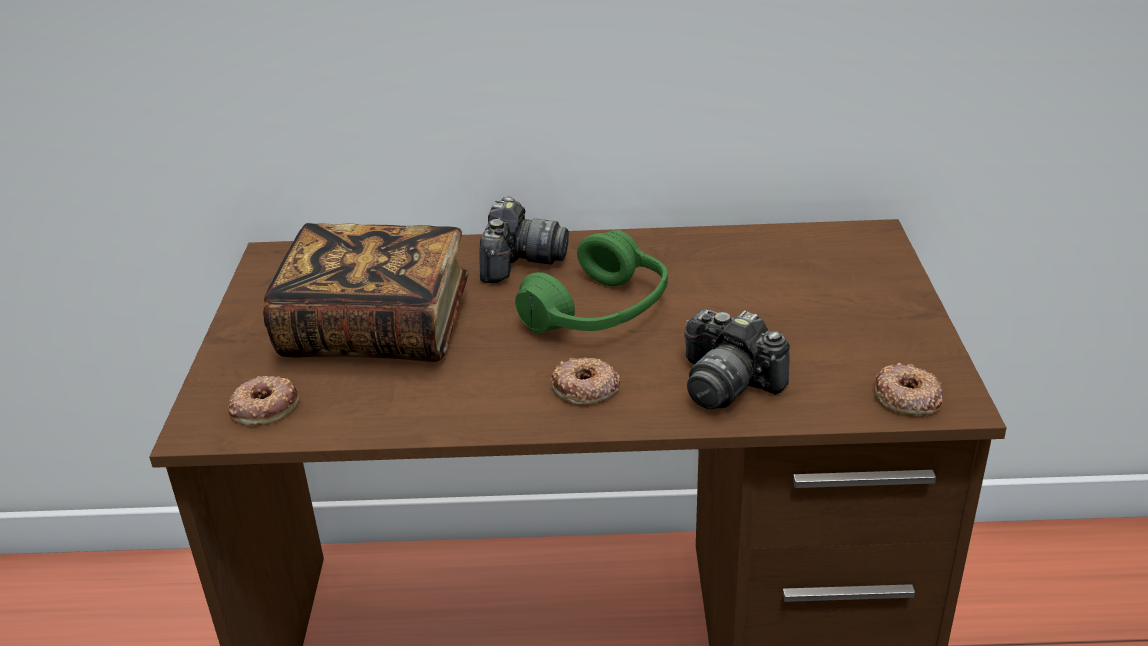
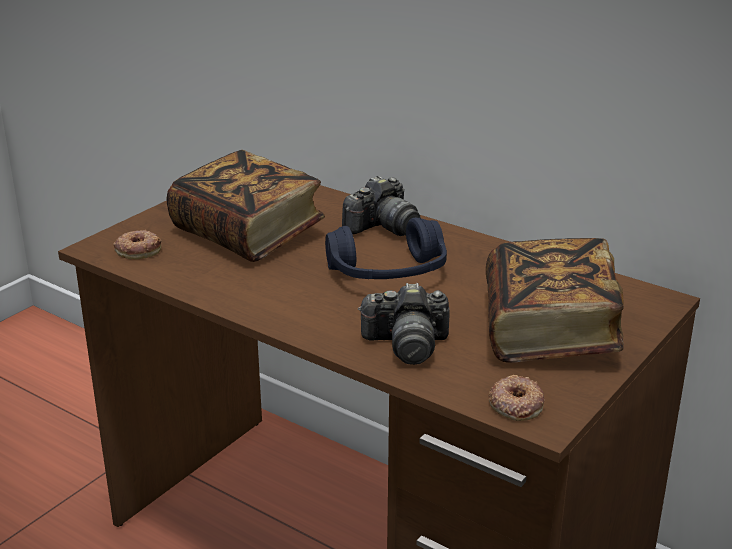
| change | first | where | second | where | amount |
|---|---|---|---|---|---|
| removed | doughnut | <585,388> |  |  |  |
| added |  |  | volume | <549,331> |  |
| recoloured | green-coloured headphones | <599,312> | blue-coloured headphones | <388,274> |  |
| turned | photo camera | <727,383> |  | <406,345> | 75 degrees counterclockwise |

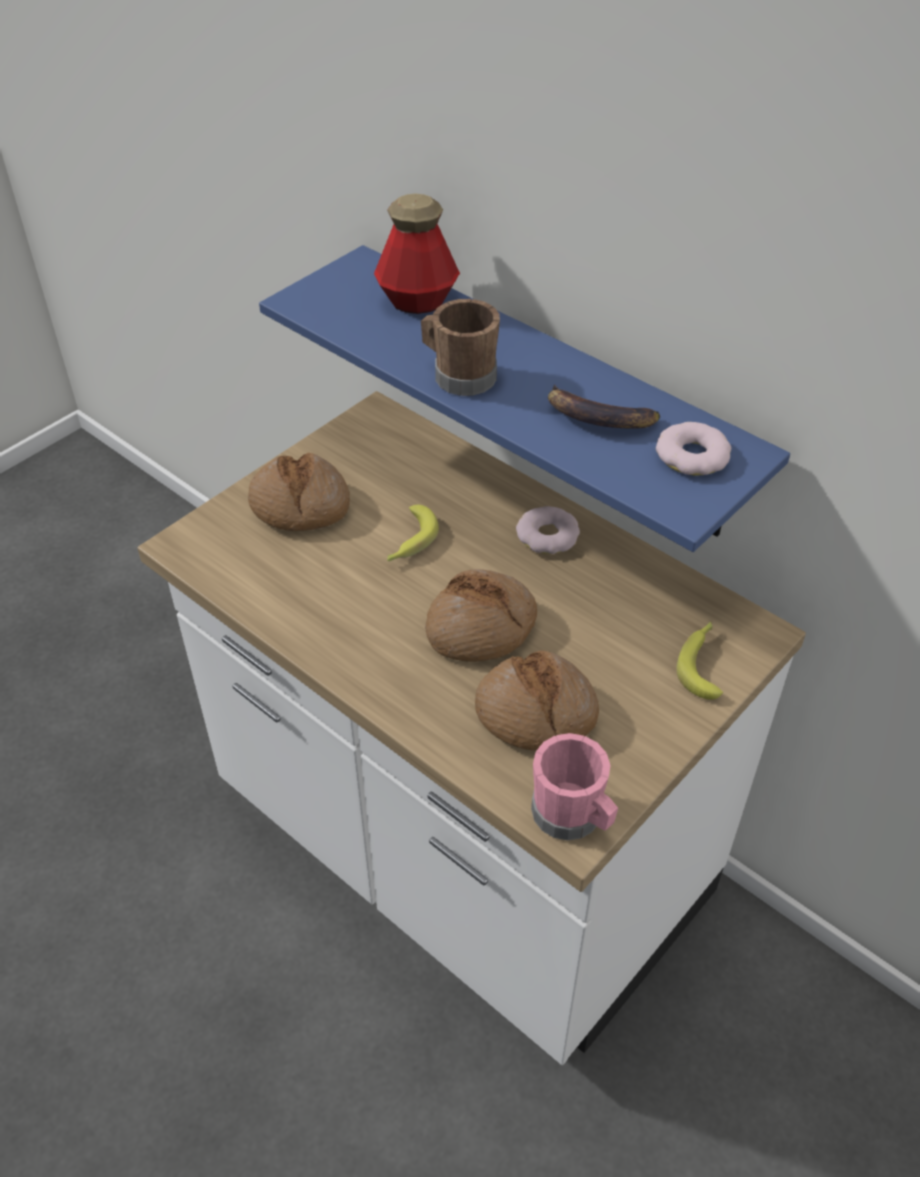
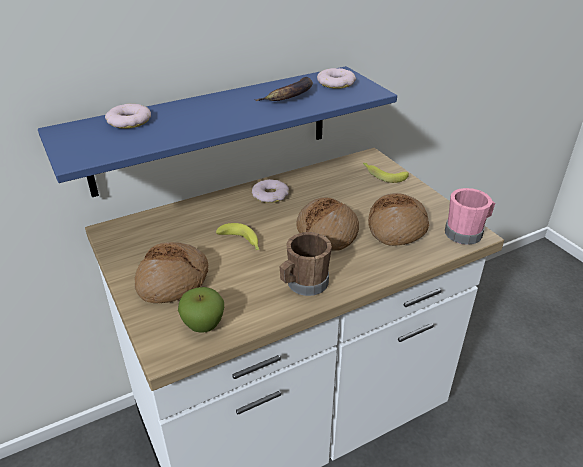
| change | first | where | second | where | amount |
|---|---|---|---|---|---|
| added |  |  | apple fruit | <203,325> |  |
| moved | brown coffee mug | <459,375> |  | <303,284> |  |
| replaced | beverage bottle | <417,301> | doughnut | <129,121> |  |

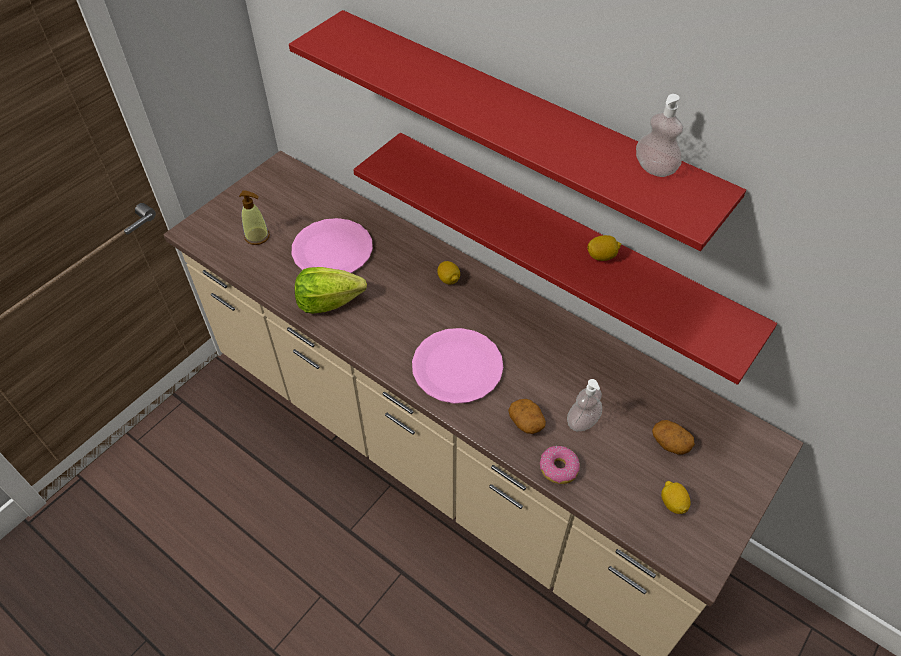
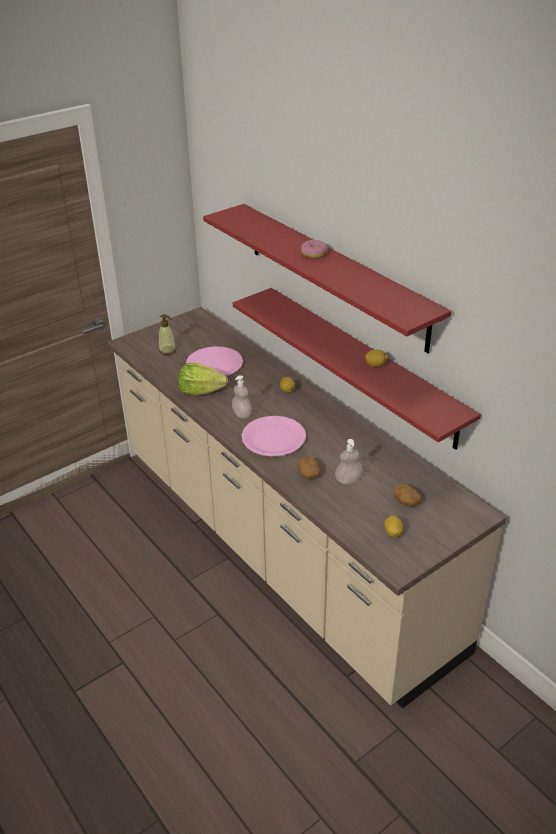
| change | first | where | second | where | amount |
|---|---|---|---|---|---|
| moved | doughnut | <558,468> |  | <314,253> |  |
| moved | liquid soap bottle | <654,168> |  | <242,414> |  |

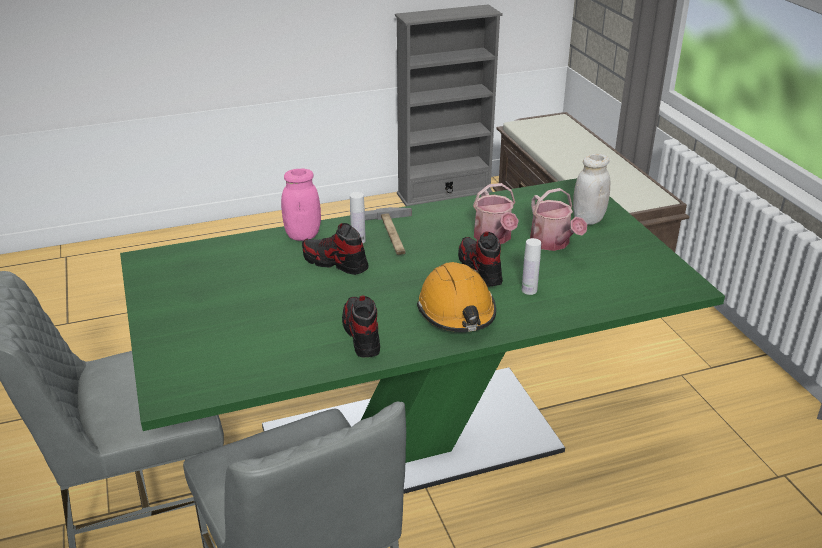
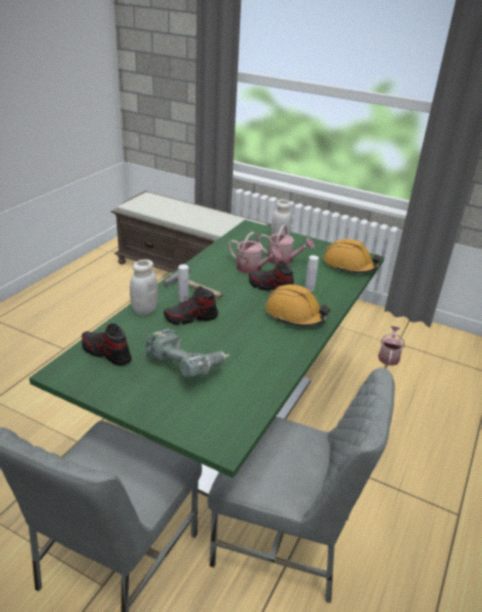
| change | first | where | second | where | amount |
|---|---|---|---|---|---|
| removed | gray bookcase | <444,193> |  |  |  |
| added |  |  | drill | <186,365> |  |
| added |  |  | orangey hard hat | <349,265> |  |
| added |  |  | sprinkling can | <389,356> |  |
| moved | low shoe | <361,334> |  | <106,353> |  |
| recoloured | pink-coloured preserve jar | <303,235> | white-coloured preserve jar | <144,310> |  |

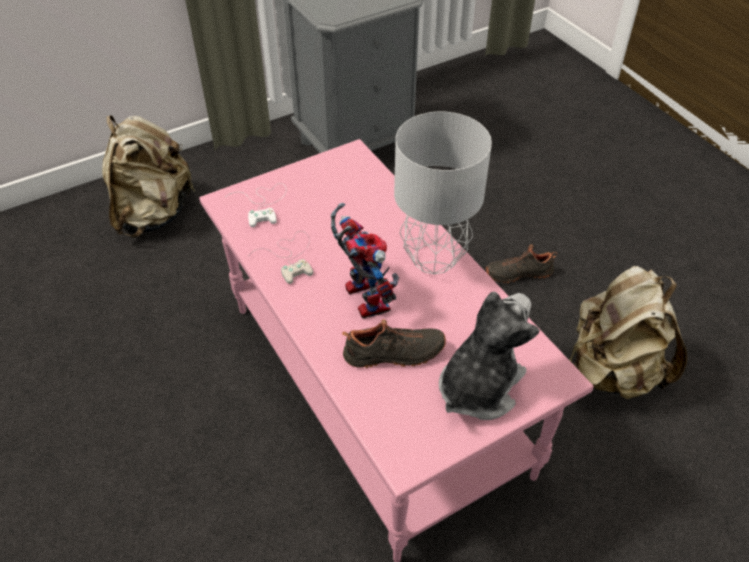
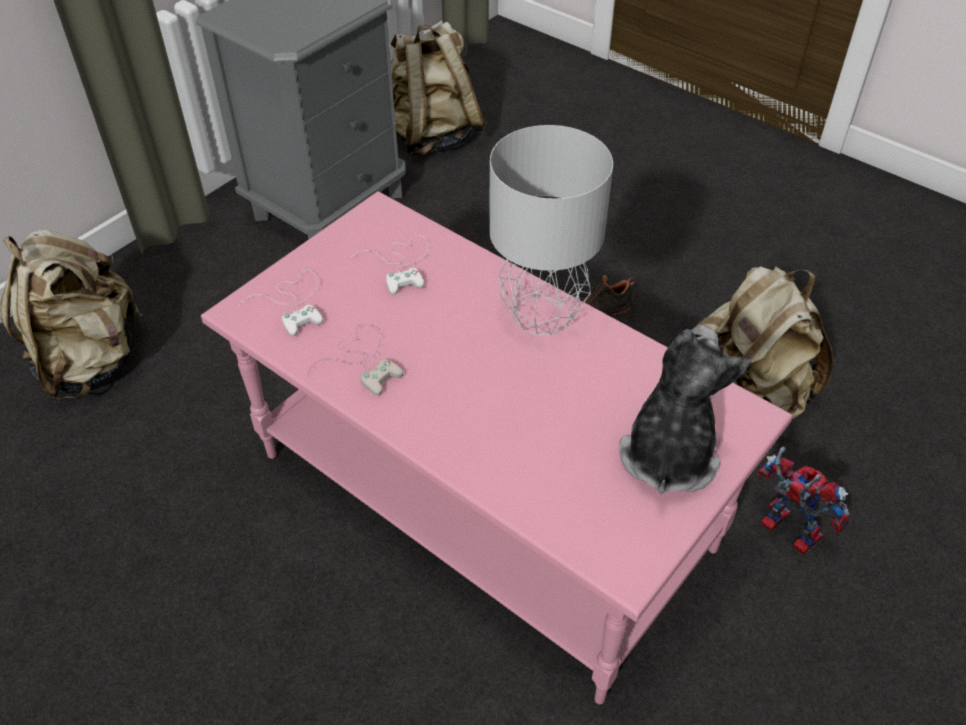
| change | first | where | second | where | amount |
|---|---|---|---|---|---|
| removed | black low shoe | <394,355> |  |  |  |
| added |  |  | white-coloured gamepad | <401,264> |  |
| added |  |  | beige backpack | <430,136> |  |
| moved | toy robot | <361,296> |  | <783,529> |  |

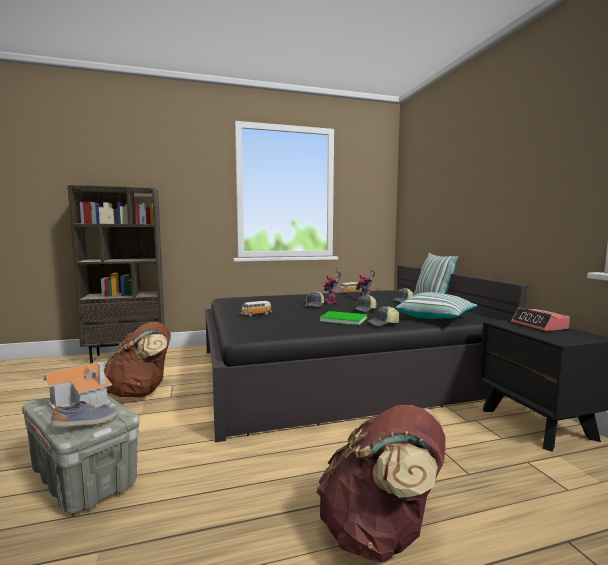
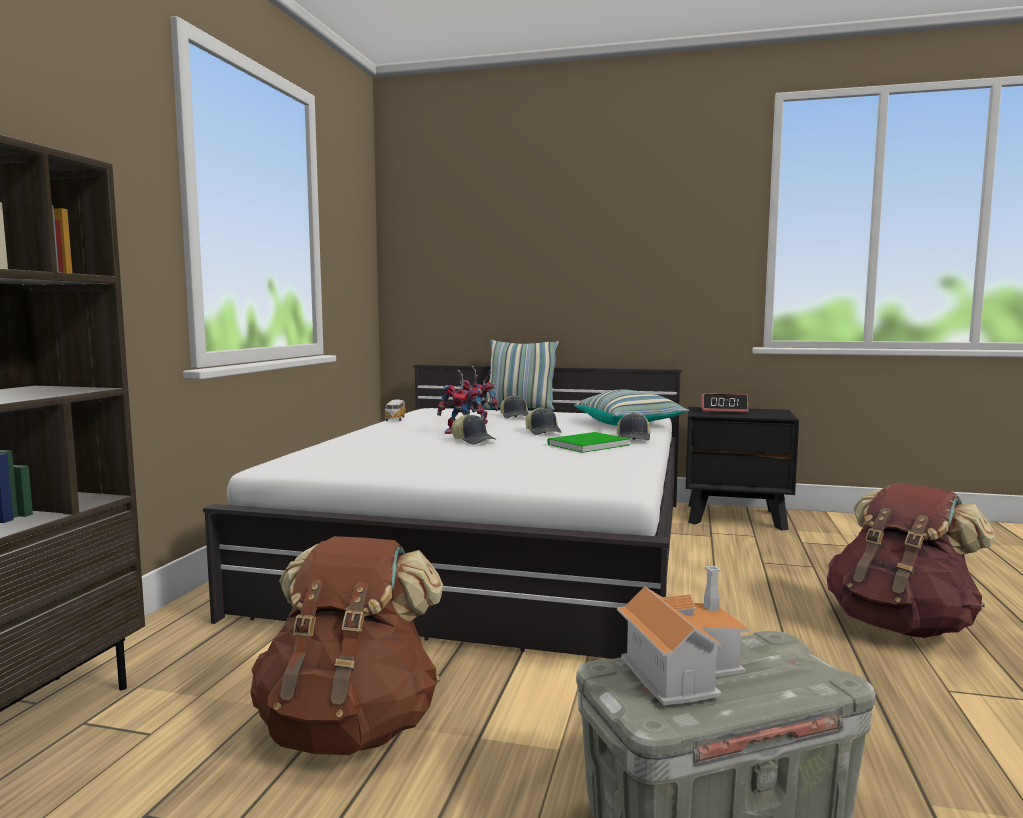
| change | first | where | second | where | amount |
|---|---|---|---|---|---|
| removed | low shoe | <86,424> |  |  |  |
| removed | toy car | <256,315> |  |  |  |
| recoloured | black sleeping bed | <339,371> | white-coloured sleeping bed | <500,549> |  |

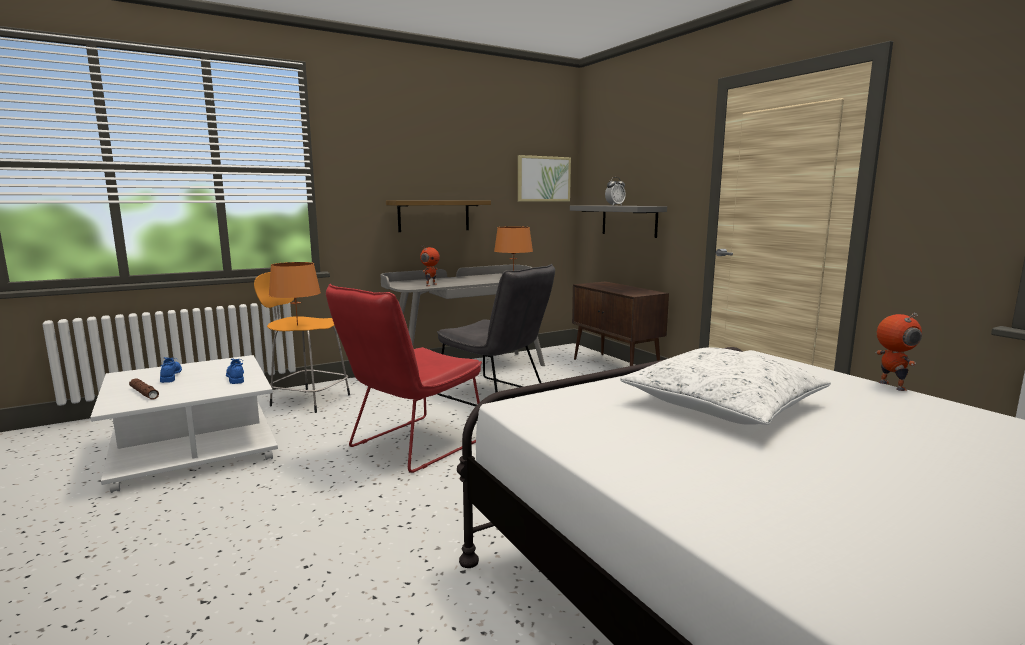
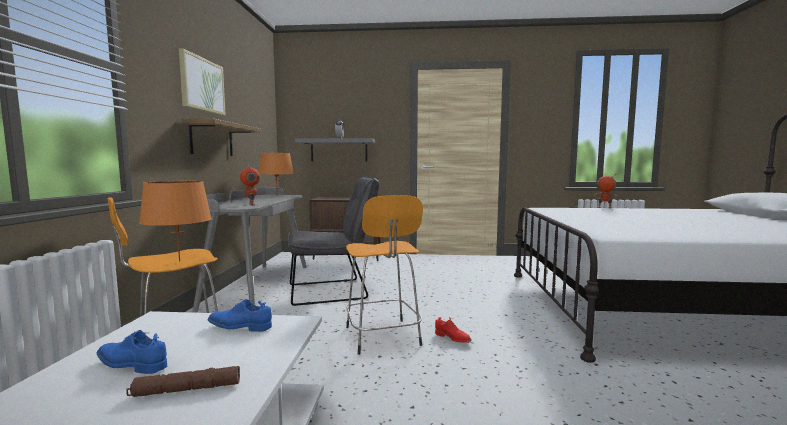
| change | first | where | second | where | amount |
|---|---|---|---|---|---|
| removed | white-coloured pillow | <723,404> |  |  |  |
| added |  |  | red-coloured low shoe | <452,338> |  |
| moved | wall picture | <543,179> |  | <202,85> |  |
| replaced | red-coloured upright chair | <410,446> | orangey stool | <383,337> |  |

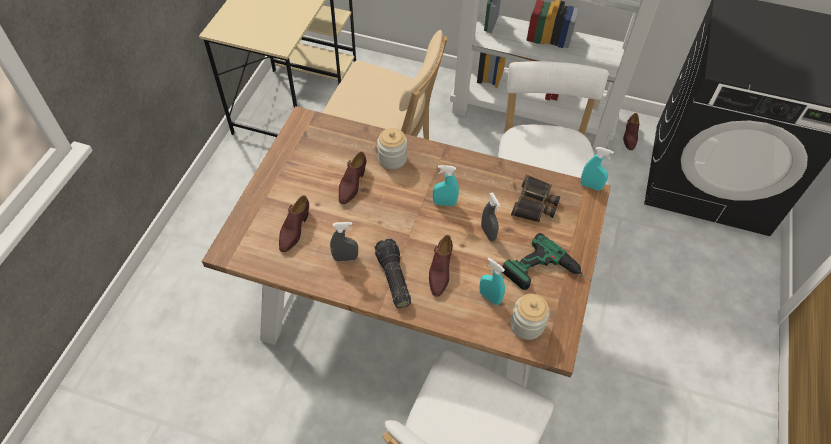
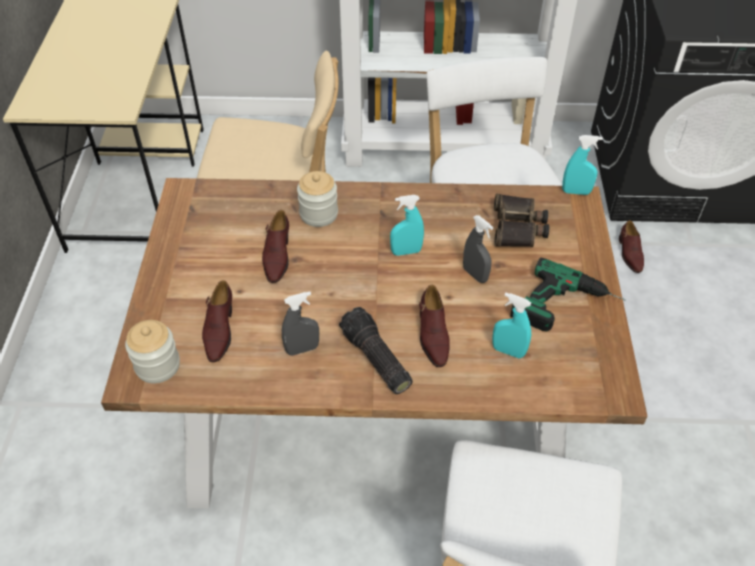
| change | first | where | second | where | amount |
|---|---|---|---|---|---|
| moved | preserve jar | <527,325> |  | <157,365> |  |
| moved | brown low shoe | <629,136> |  | <629,254> |  |

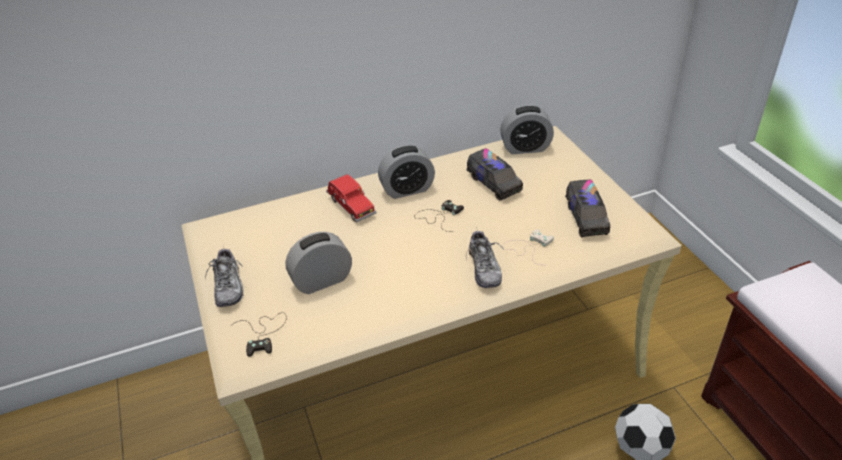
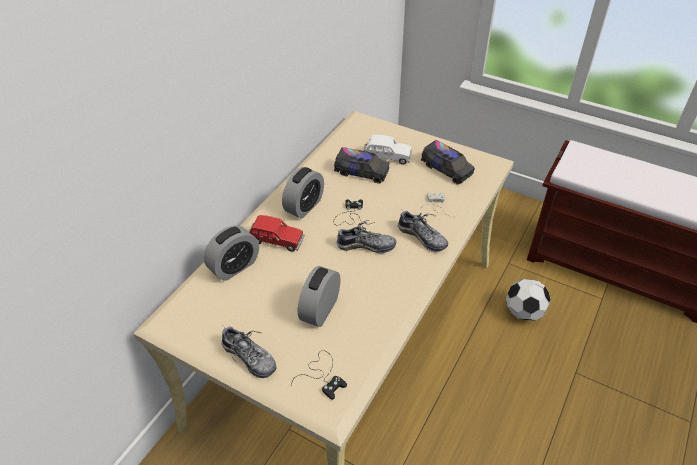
| change | first | where | second | where | amount |
|---|---|---|---|---|---|
| added |  |  | low shoe | <366,246> |  |
| added |  |  | white-coloured toy car | <386,157> |  |
| moved | bedside clock | <525,148> |  | <234,267> |  |

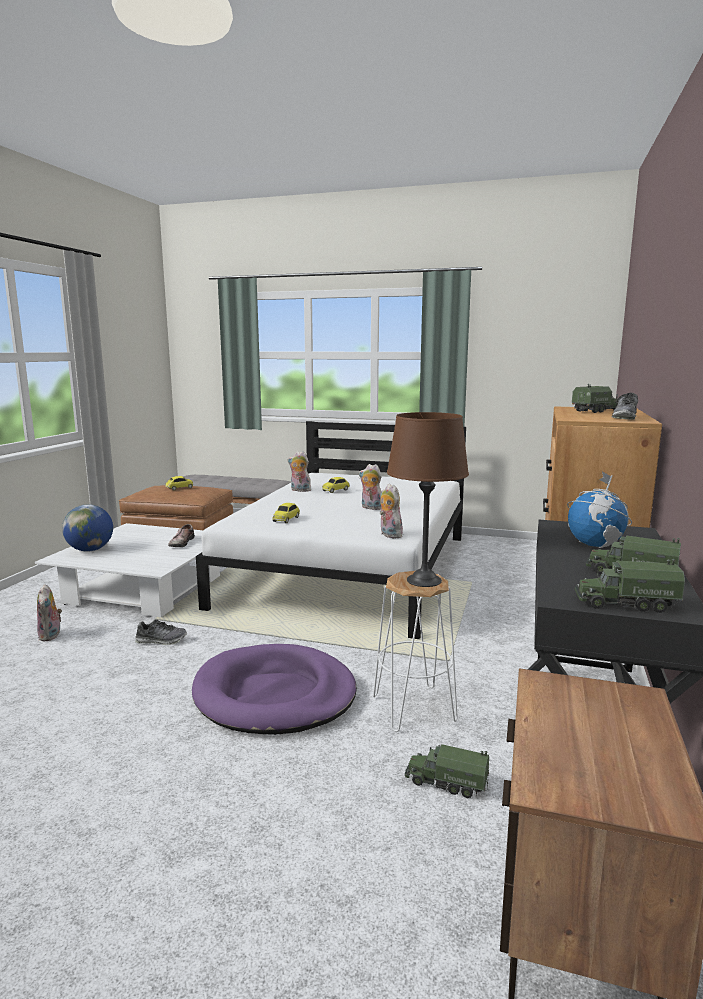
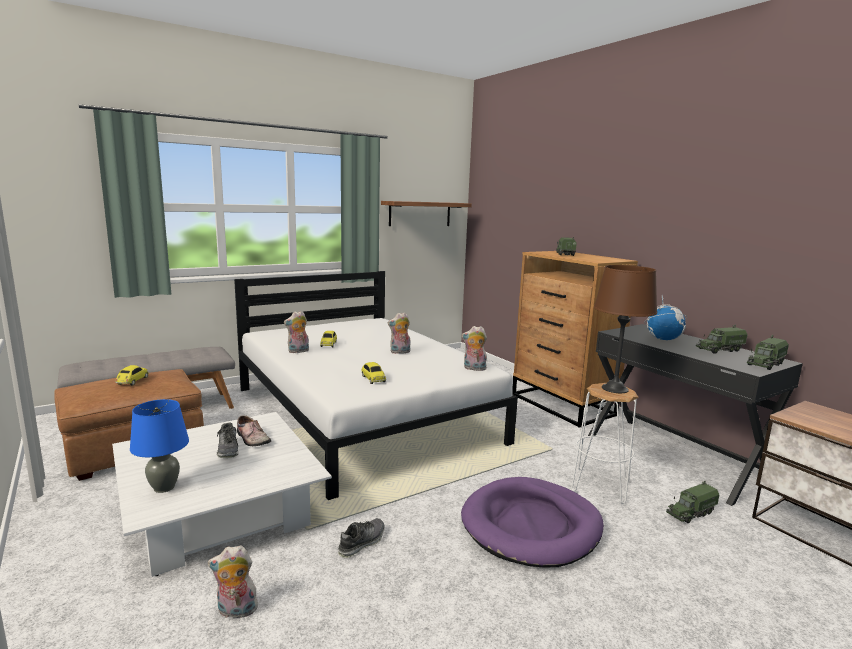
| change | first | where | second | where | amount |
|---|---|---|---|---|---|
| added |  |  | shelf | <420,214> |  |
| moved | low shoe | <625,417> |  | <228,449> |  |
| replaced | desk globe | <90,550> | blue-coloured table lamp | <164,487> |  |
| turned | cuddly toy | <51,636> |  | <235,611> | 150 degrees clockwise |

